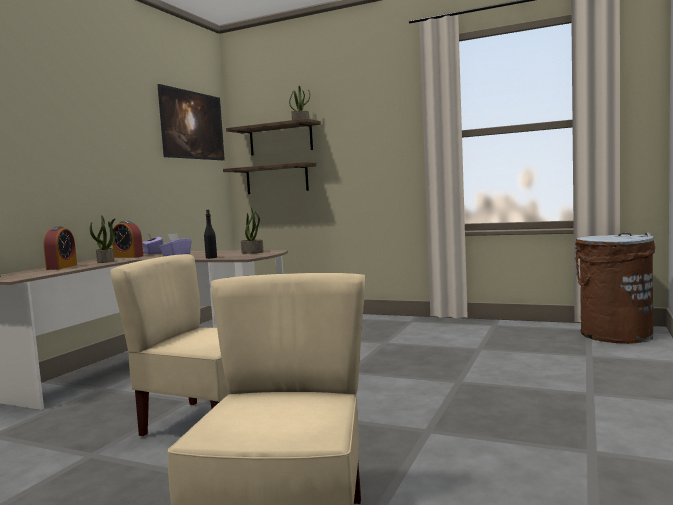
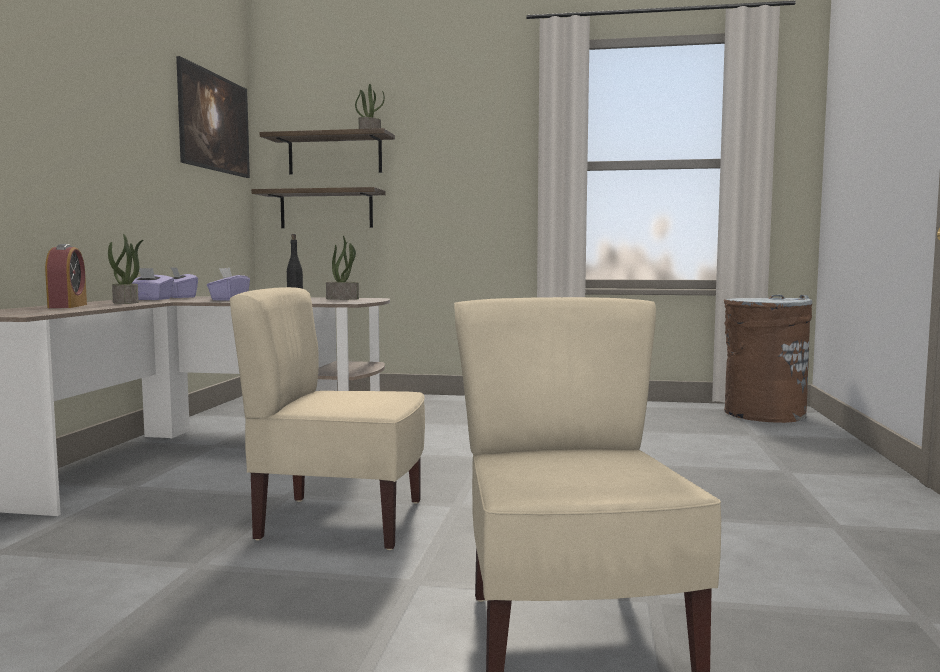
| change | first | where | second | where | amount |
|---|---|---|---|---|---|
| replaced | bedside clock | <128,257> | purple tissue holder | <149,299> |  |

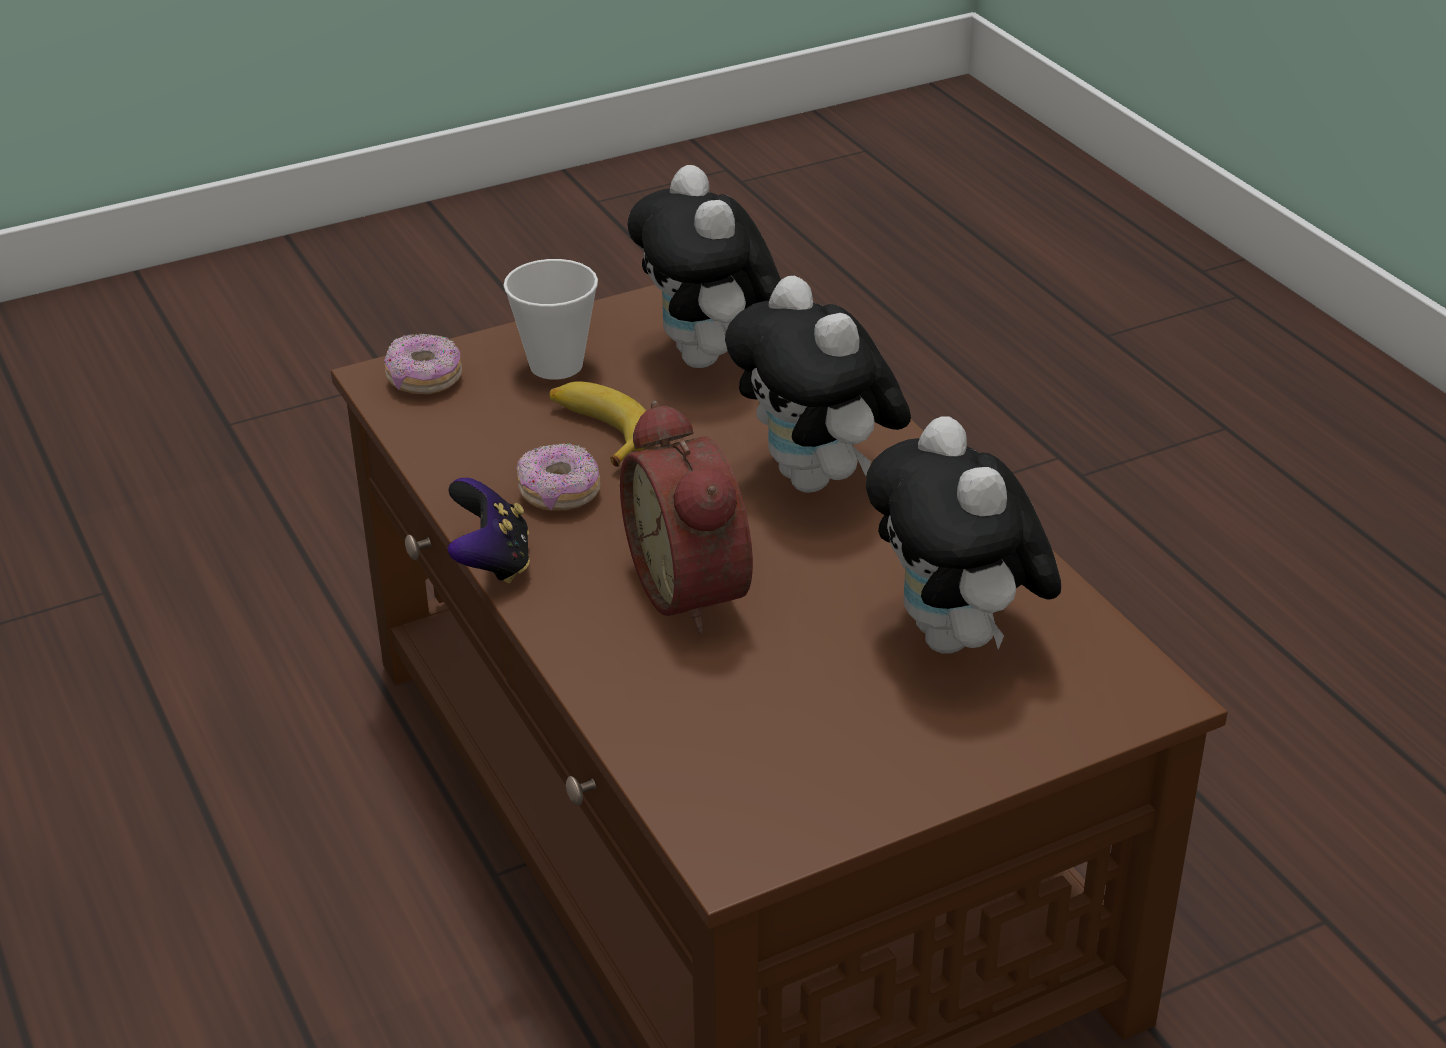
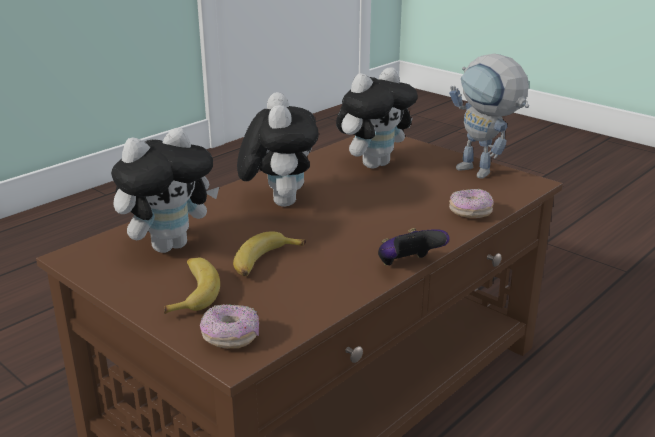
| change | first | where | second | where | amount |
|---|---|---|---|---|---|
| removed | bedside clock | <696,589> |  |  |  |
| added |  |  | toy robot | <484,173> |  |
| moved | doughnut | <559,494> |  | <470,213> |  |
| replaced | cup | <556,365> | banana fruit | <192,292> |  |
| turned | cuddly toy | <817,481> |  | <279,201> | 45 degrees counterclockwise |

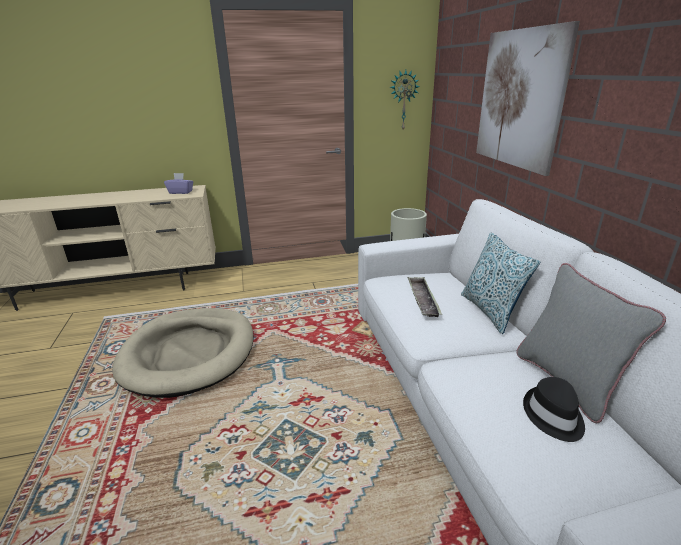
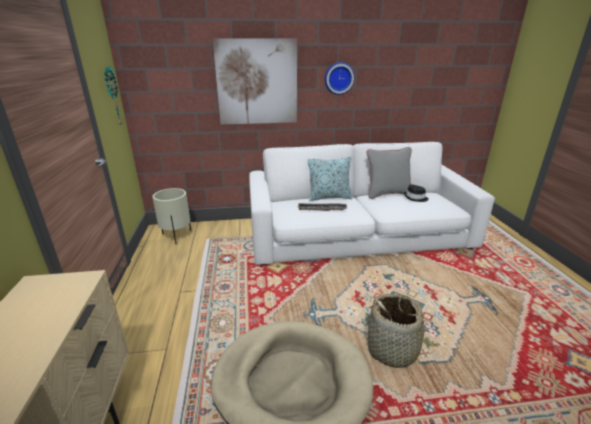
| change | first | where | second | where | amount |
|---|---|---|---|---|---|
| removed | purple tissue holder | <181,192> |  |  |  |
| added |  |  | clock on the wall | <338,78> |  |
| added |  |  | storage basket | <393,350> |  |

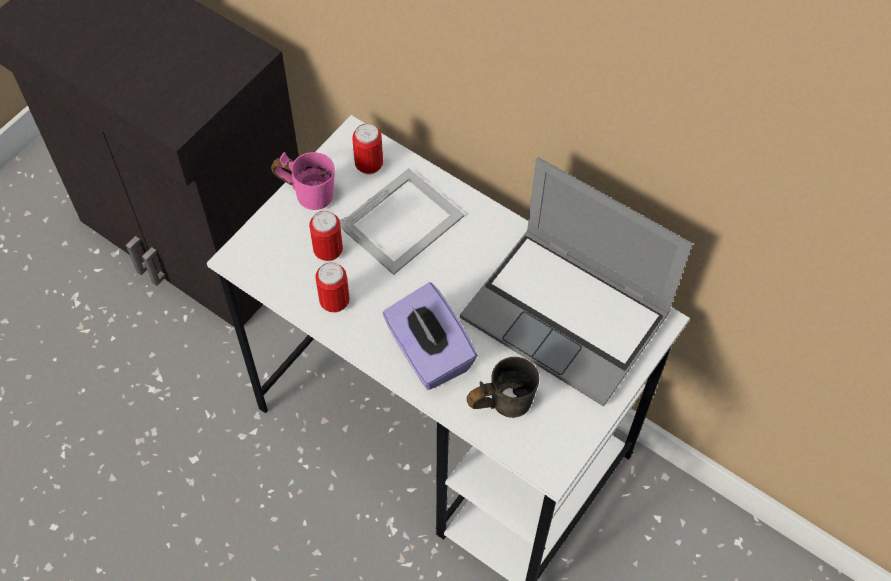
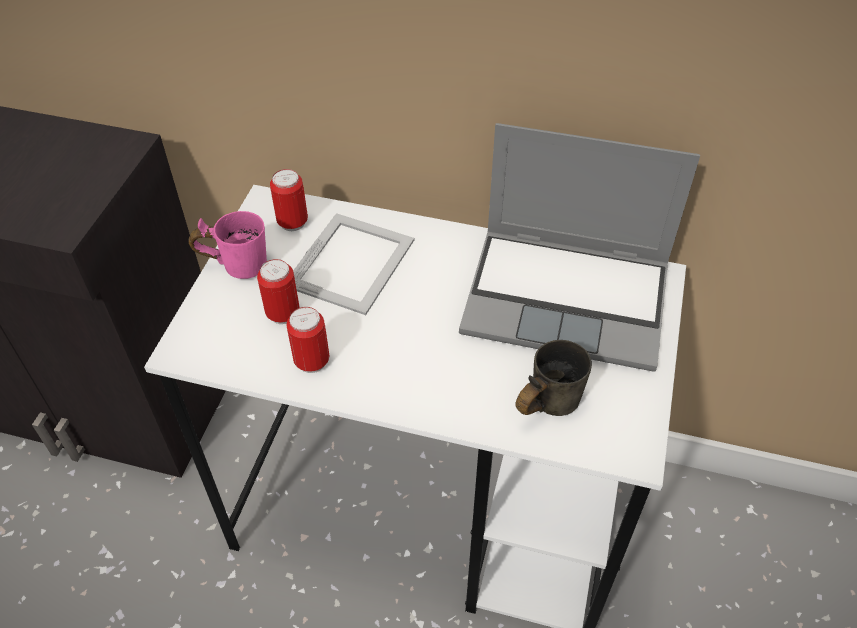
| change | first | where | second | where | amount |
|---|---|---|---|---|---|
| removed | purple tissue holder | <428,353> |  |  |  |

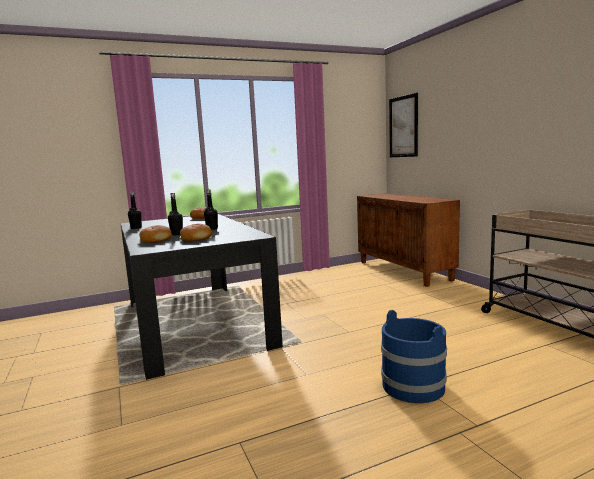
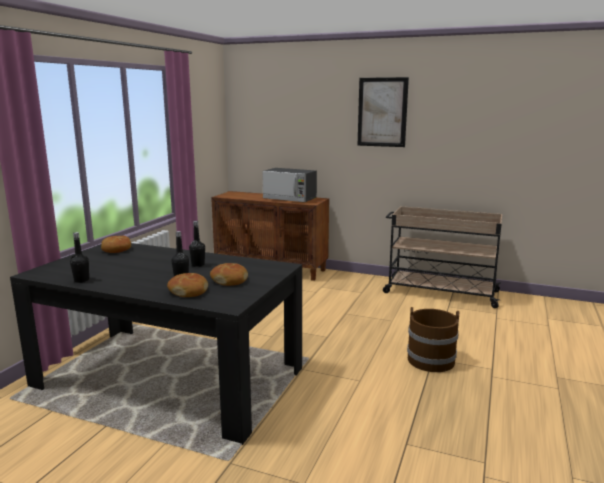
| change | first | where | second | where | amount |
|---|---|---|---|---|---|
| added |  |  | microwave | <290,199> |  |
| moved | wall picture | <403,126> |  | <382,112> |  |
| recoloured | blue-coloured bucket | <413,386> | brown bucket | <431,360> |  |

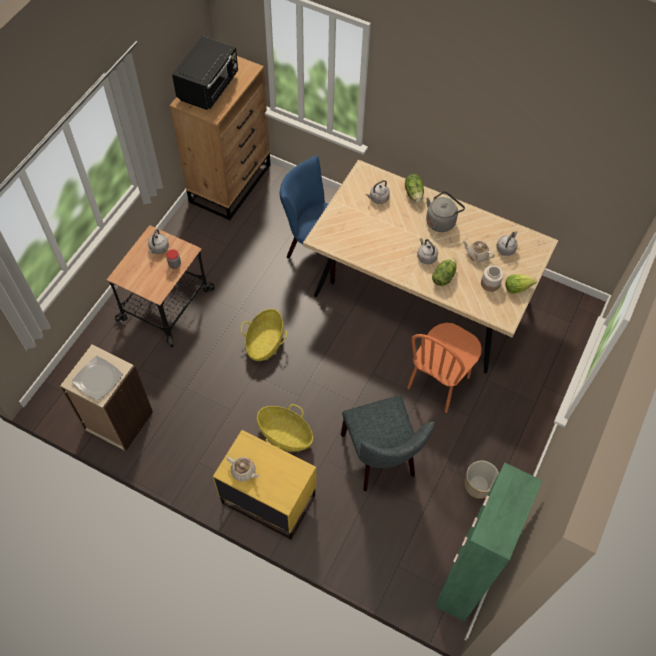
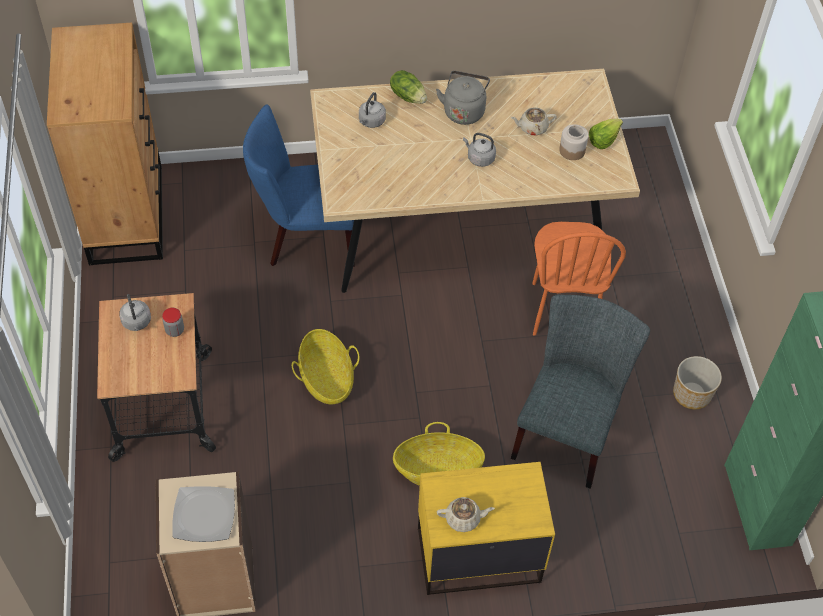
| change | first | where | second | where | amount |
|---|---|---|---|---|---|
| removed | black microwave | <209,88> |  |  |  |
| removed | lettuce | <443,277> |  |  |  |
| removed | gray kettle | <506,248> |  |  |  |
| turned | gray upright chair | <381,459> |  | <567,430> | 105 degrees counterclockwise |

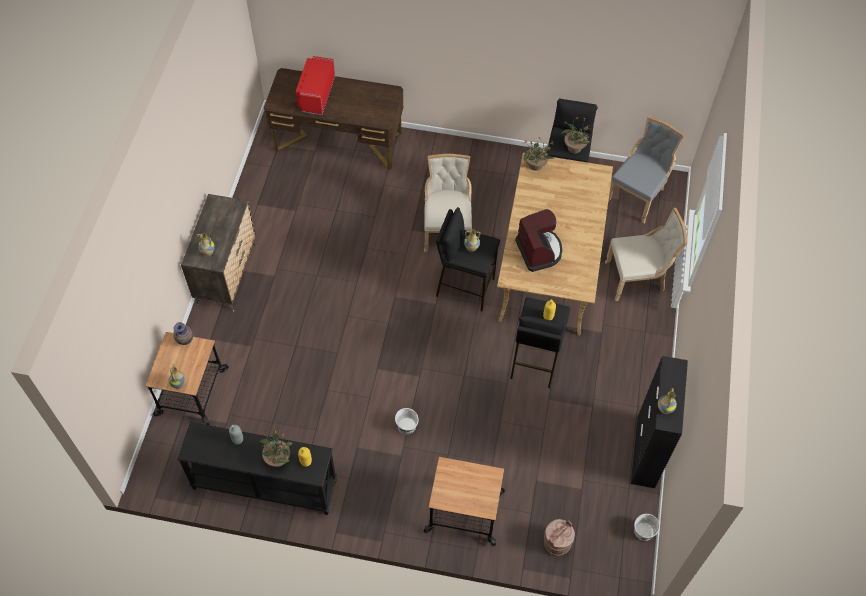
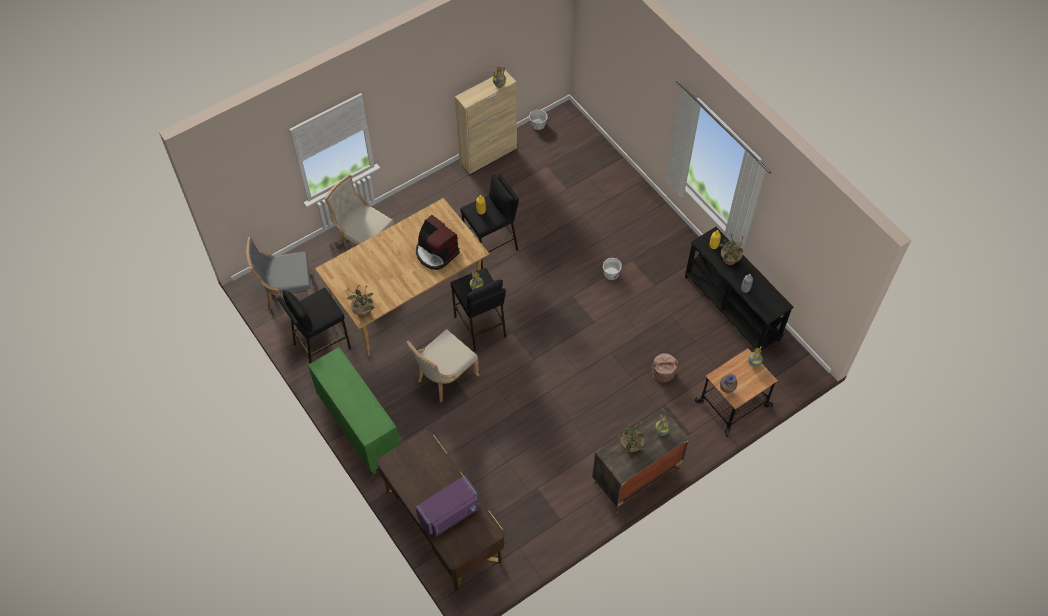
| change | first | where | second | where | amount |
|---|---|---|---|---|---|
| removed | trolley | <464,513> |  |  |  |
| added |  |  | green-coloured storage cabinet | <359,428> |  |
| moved | brown bucket | <557,542> |  | <663,374> |  |
| moved | houseplant | <574,147> |  | <631,446> |  |
| recoloured | red-coloured microwave | <316,94> | purple microwave | <450,513> |  |
| recoloured | black storage cabinet | <645,451> | beige storage cabinet | <488,155> |  |
| turned | coffee brewer | <539,251> |  | <436,253> | 75 degrees counterclockwise |

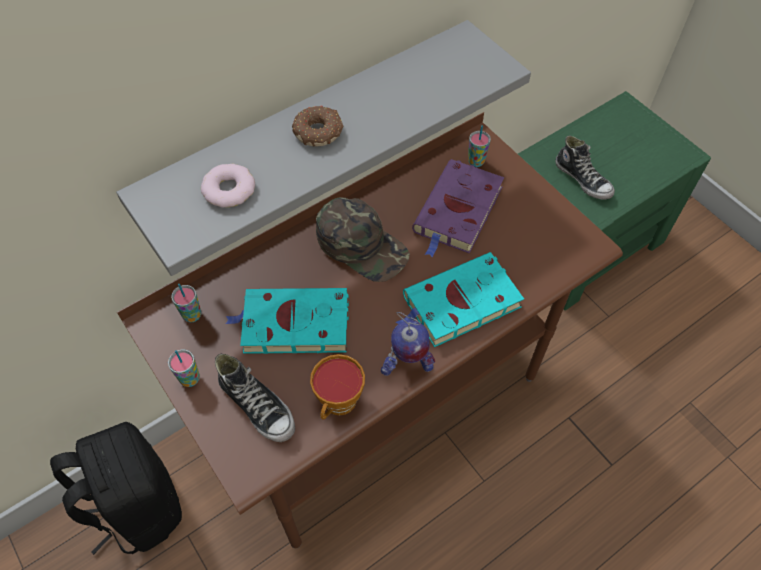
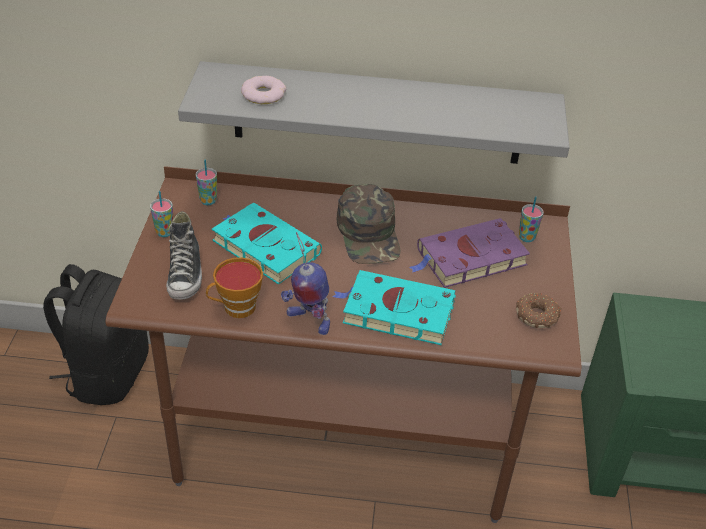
| change | first | where | second | where | amount |
|---|---|---|---|---|---|
| removed | low shoe | <583,180> |  |  |  |
| moved | doughnut | <319,131> |  | <537,316> |  |

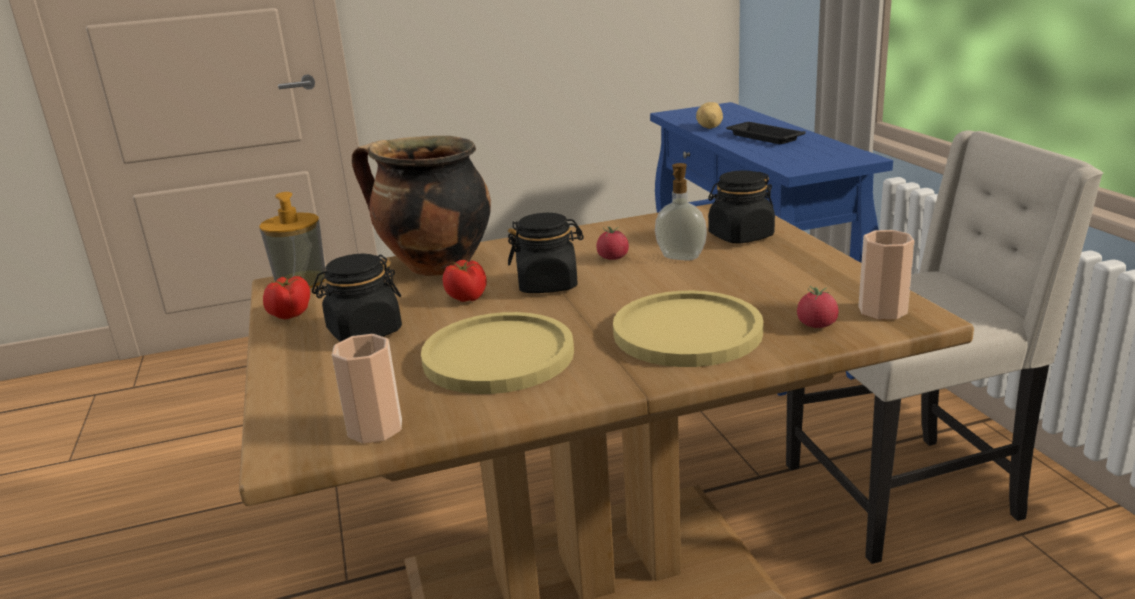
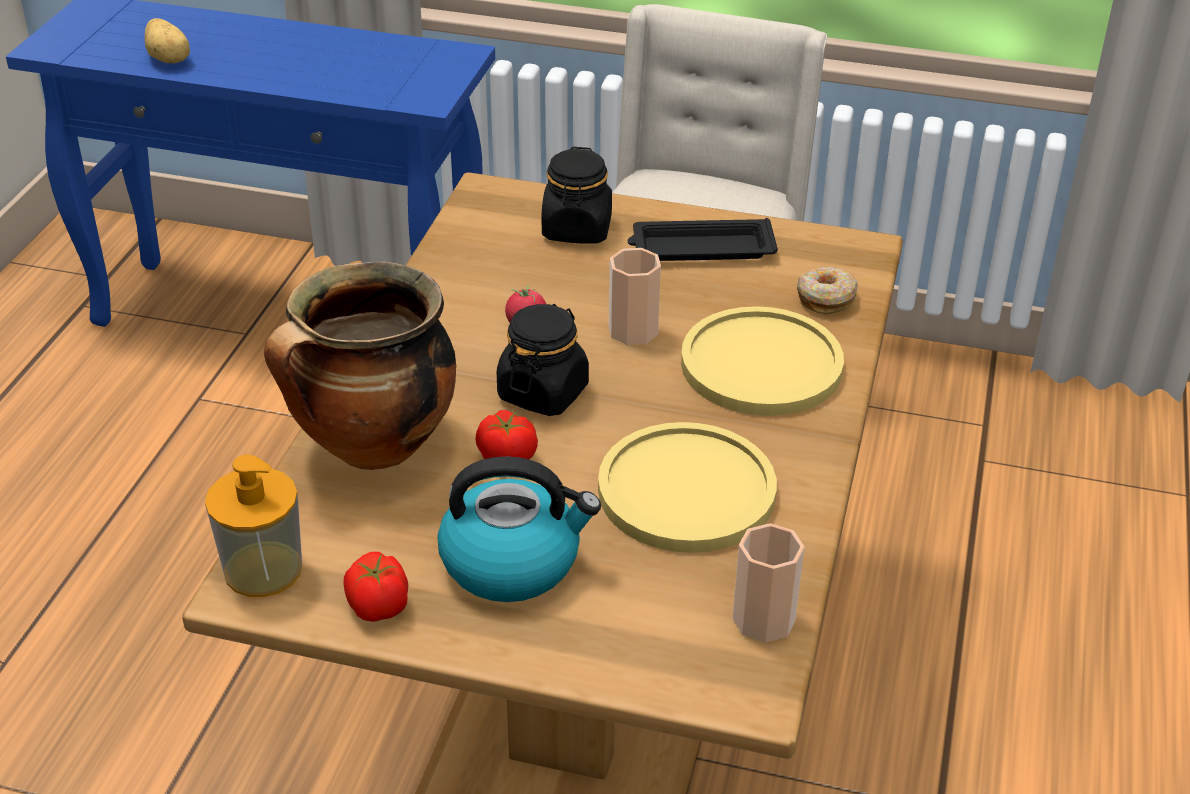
| change | first | where | second | where | amount |
|---|---|---|---|---|---|
| removed | liquid soap bottle | <680,258> |  |  |  |
| moved | black tray | <763,137> |  | <700,248> |  |
| moved | cup | <882,310> |  | <633,331> |  |
| replaced | black preserve jar | <364,332> | kettle | <513,562> |  |
| replaced | fresh tomato | <816,325> | doughnut | <825,298> |  |

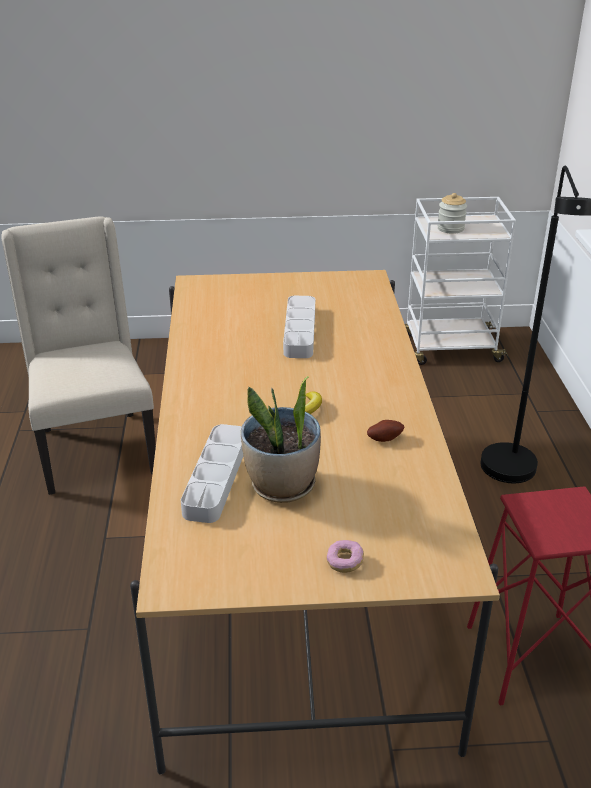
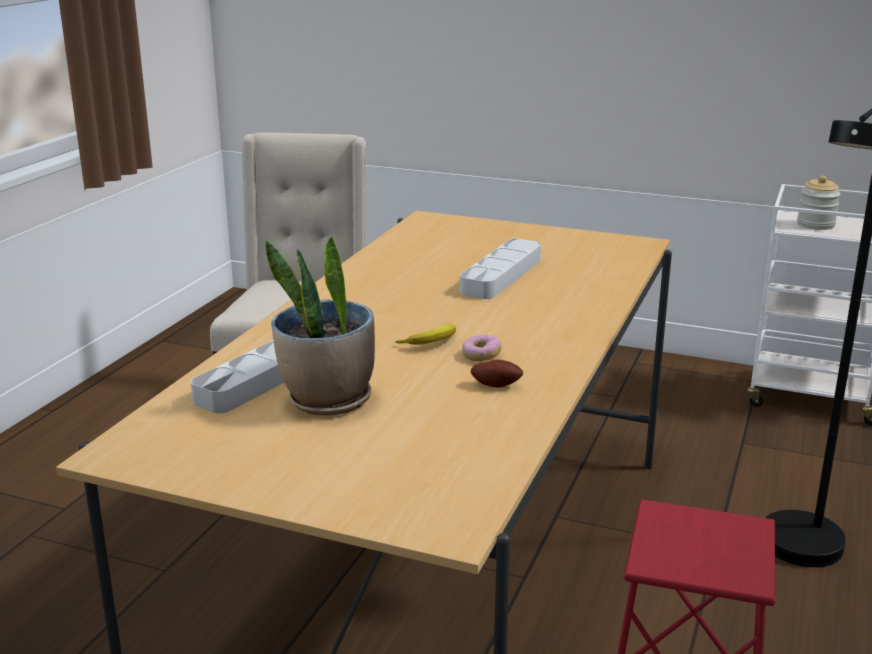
| change | first | where | second | where | amount |
|---|---|---|---|---|---|
| moved | doughnut | <344,562> |  | <481,356> |  |

